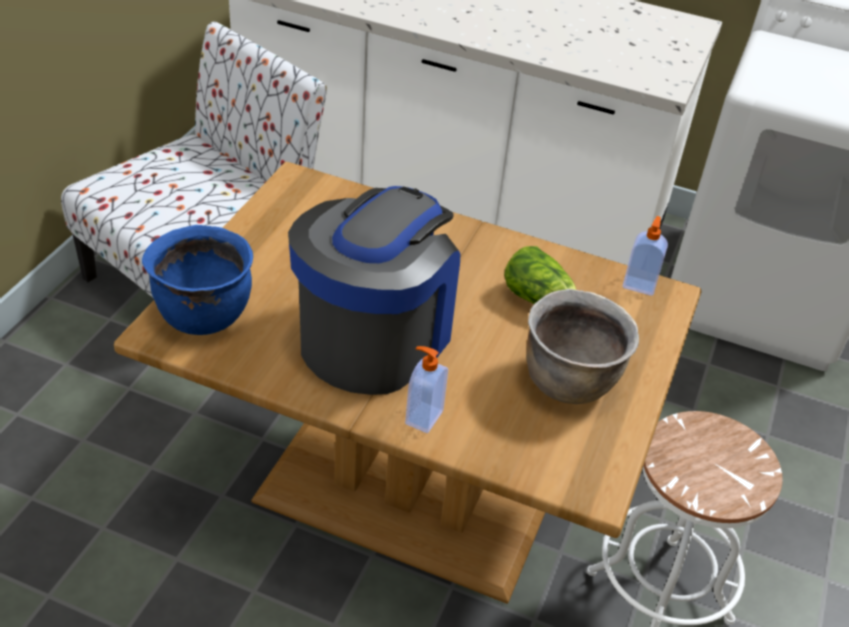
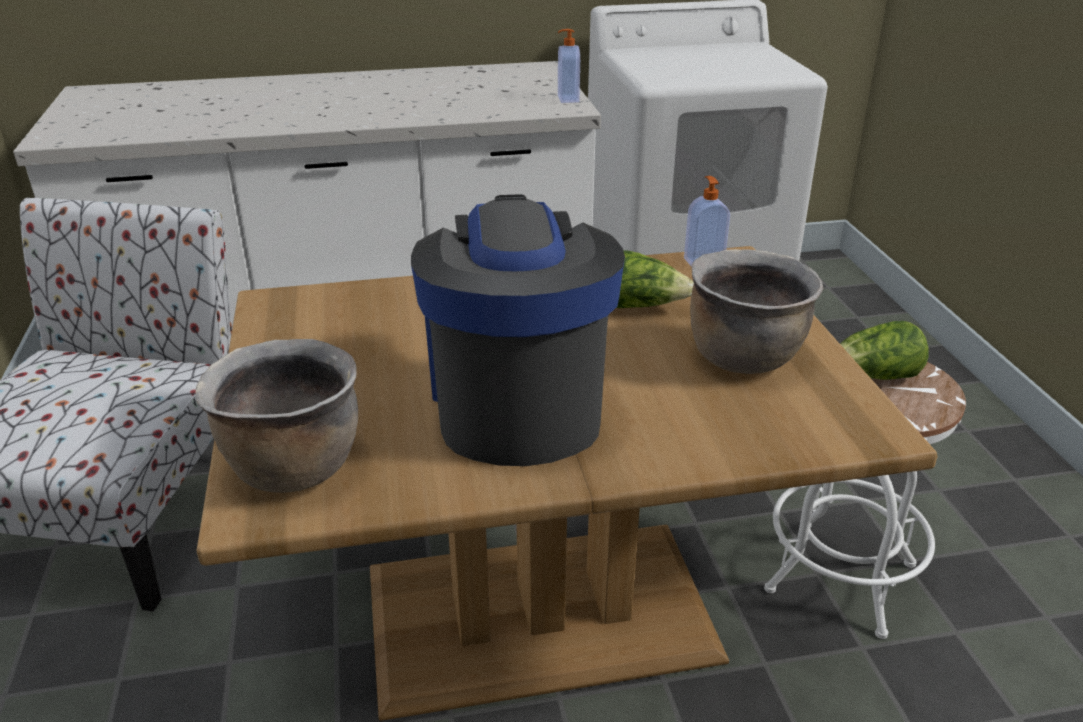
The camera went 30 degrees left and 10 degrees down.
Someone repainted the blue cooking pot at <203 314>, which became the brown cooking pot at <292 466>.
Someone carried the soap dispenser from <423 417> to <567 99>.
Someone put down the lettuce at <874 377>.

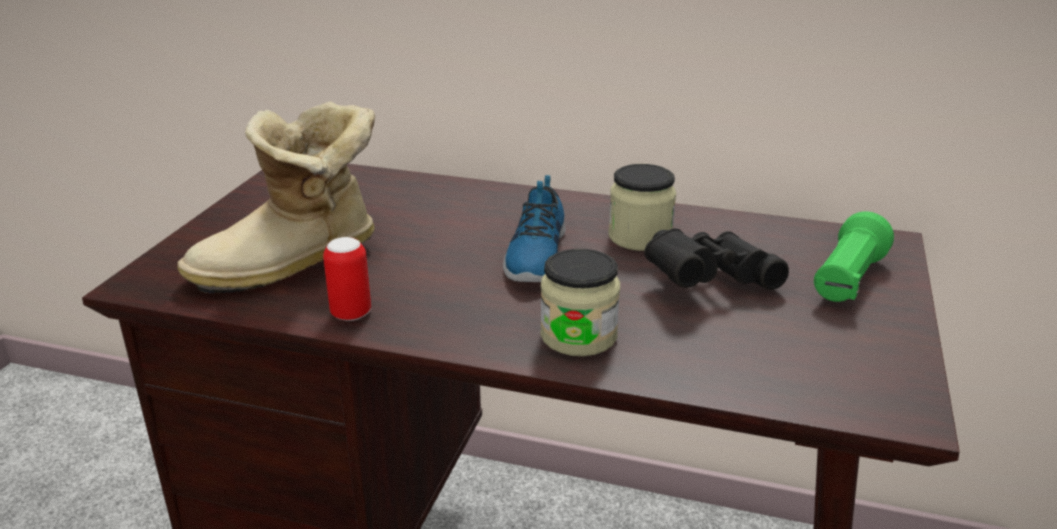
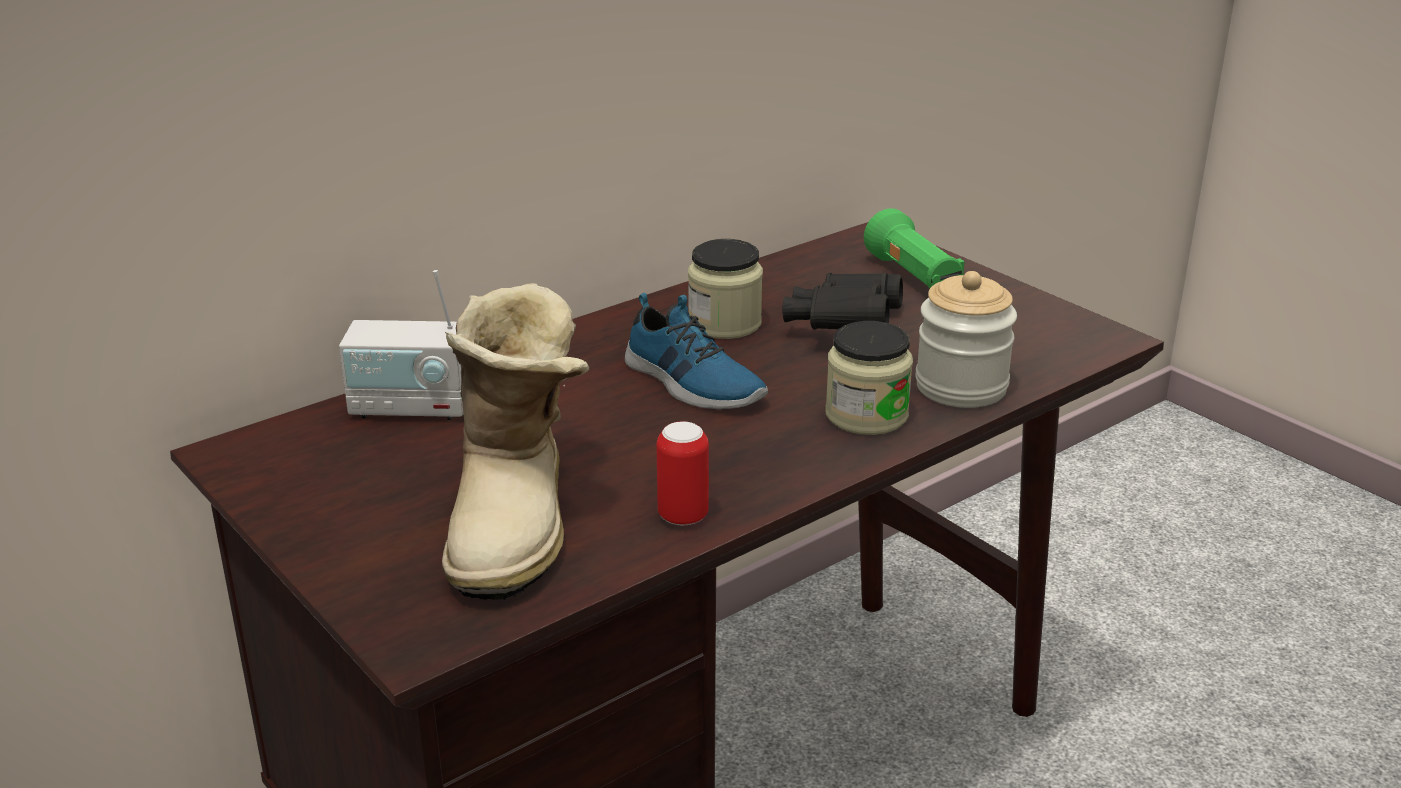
The camera went 55 degrees left and 0 degrees up.
Someone put down the radio at <412 408>.
Someone put down the jar at <961 387>.

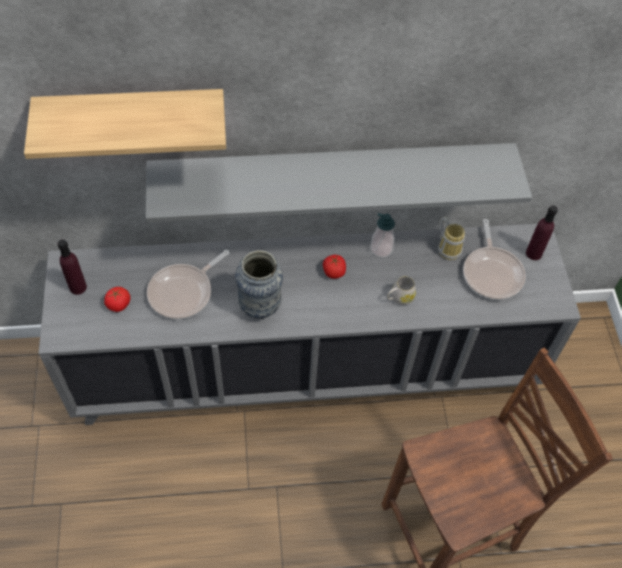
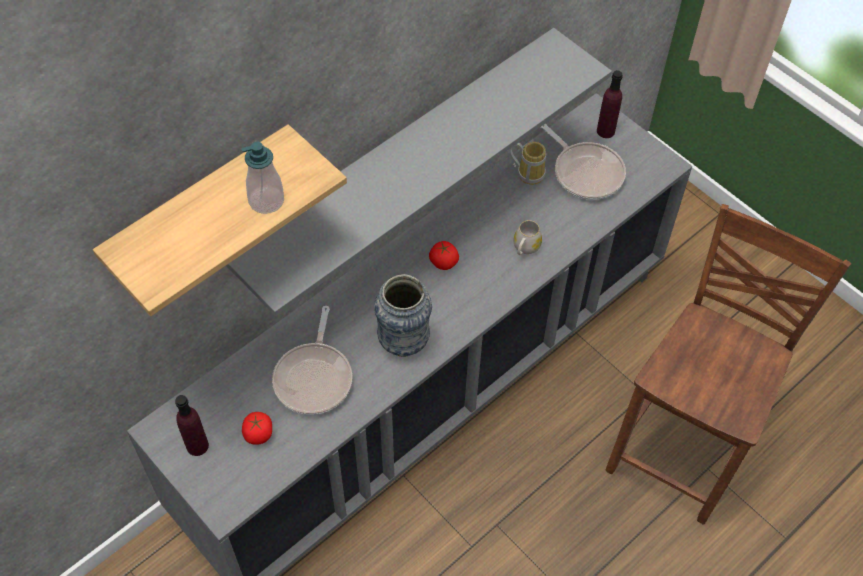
The camera went 35 degrees left and 0 degrees up.
Someone carried the soap dispenser from <381 249> to <266 201>.

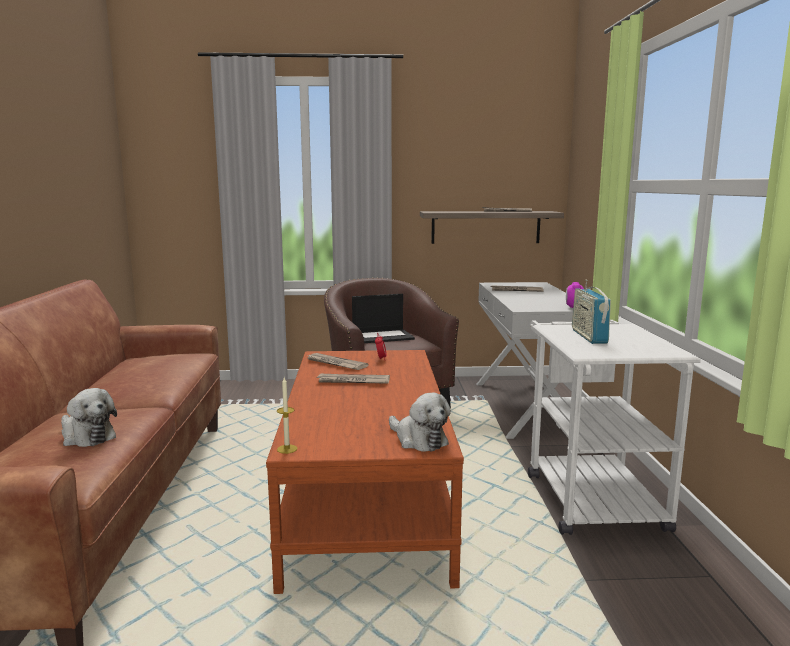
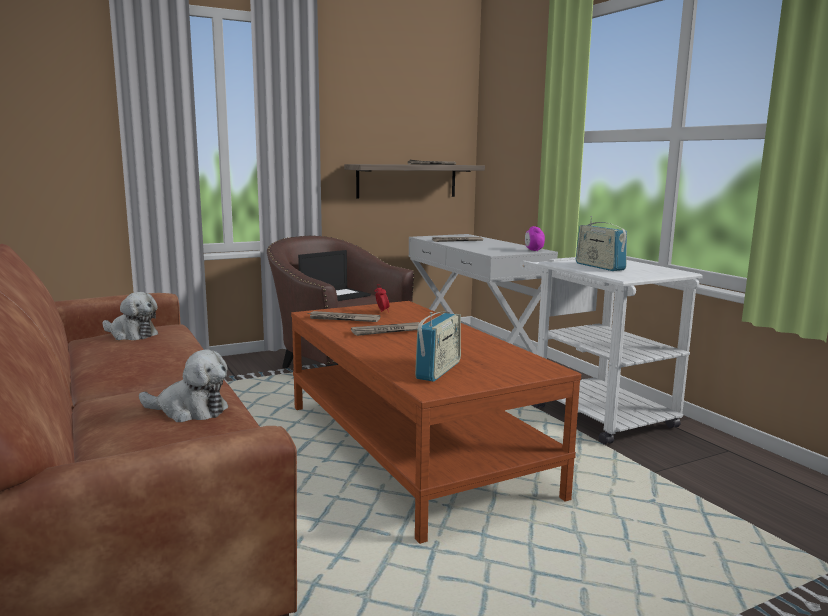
The camera went 25 degrees left and 0 degrees up.
Someone took away the candle at <287 449>.
Someone carried the plush toy from <418 440> to <131 335>.
Someone put down the radio at <438 370>.

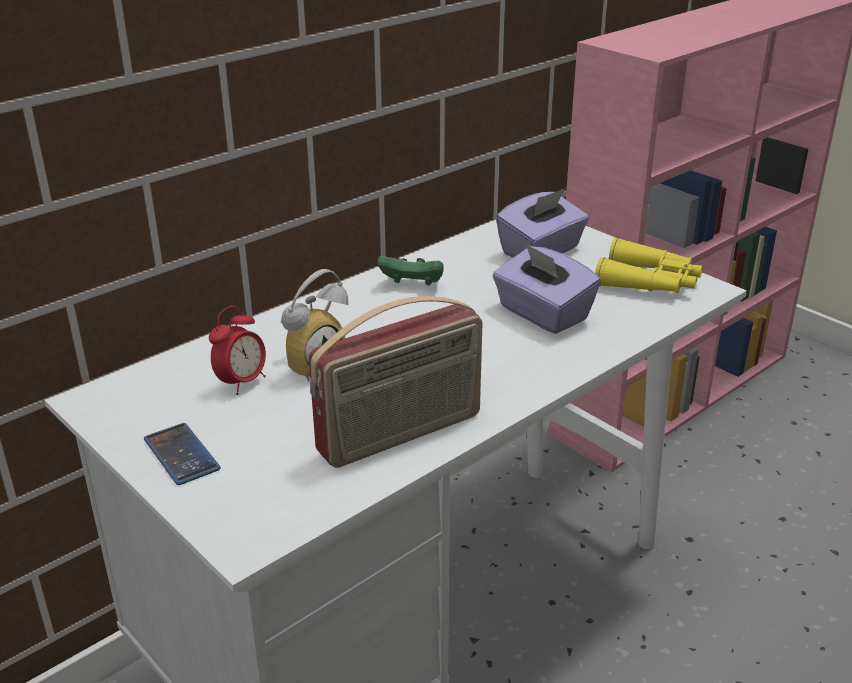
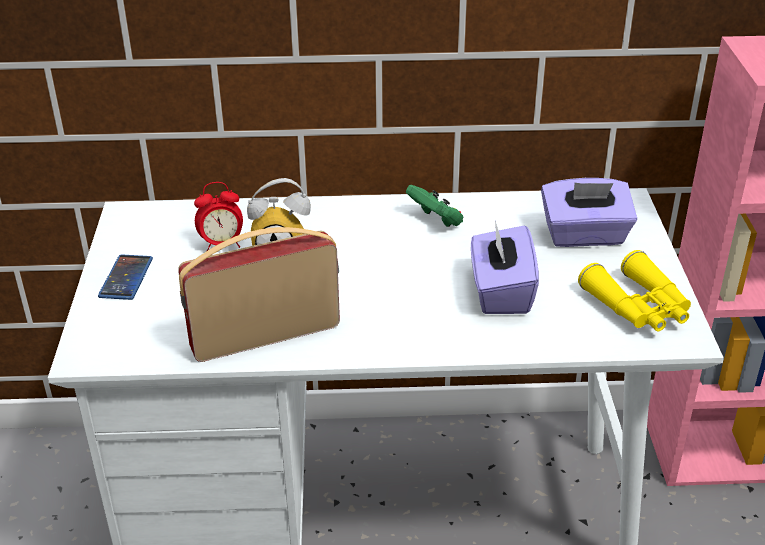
The camera went 40 degrees right and 5 degrees up.
Someone rotated the radio at <401 435> by 150 degrees clockwise.

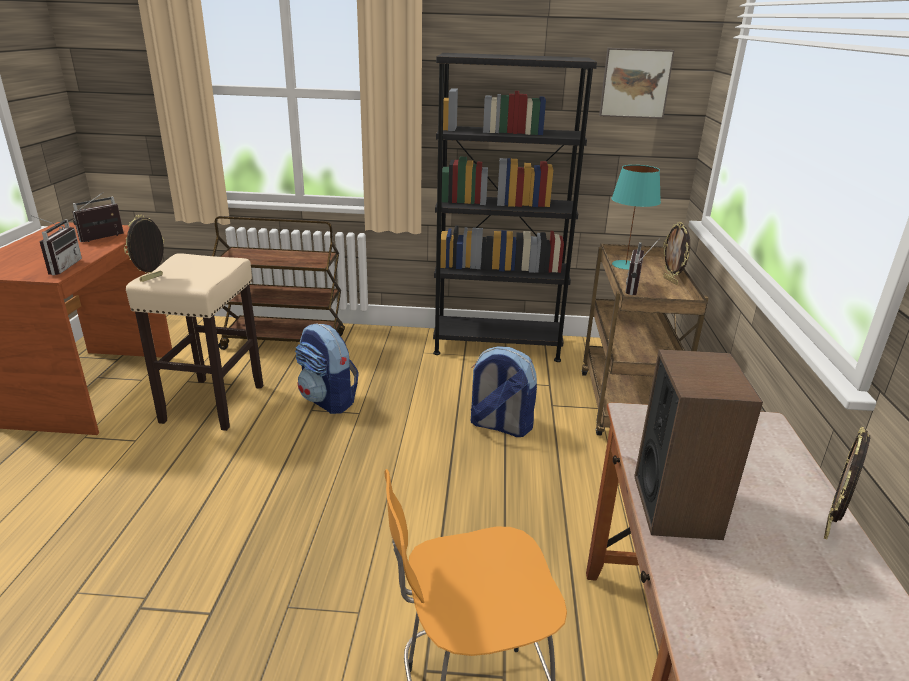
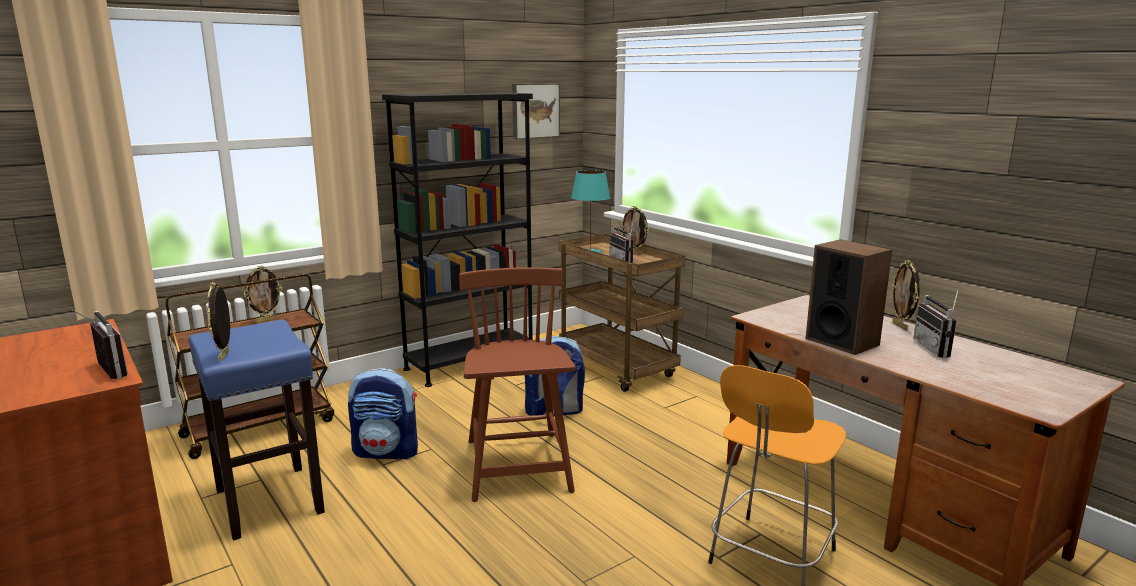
The camera went 40 degrees left and 10 degrees down.
Someone carried the radio from <103 239> to <938 349>.
Someone repainted the beige stool at <213 404>, which became the blue stool at <270 501>.
Someone put down the picture frame at <266 320>.
Someone put down the brown chair at <518 467>.

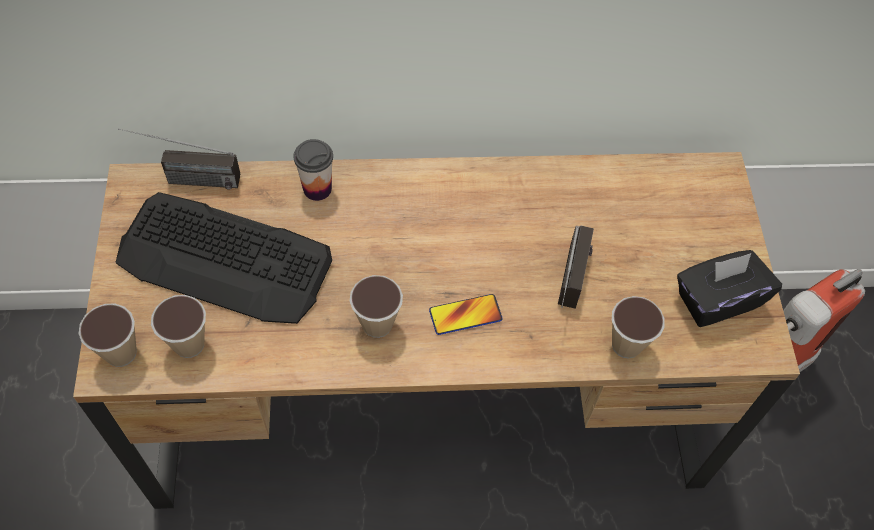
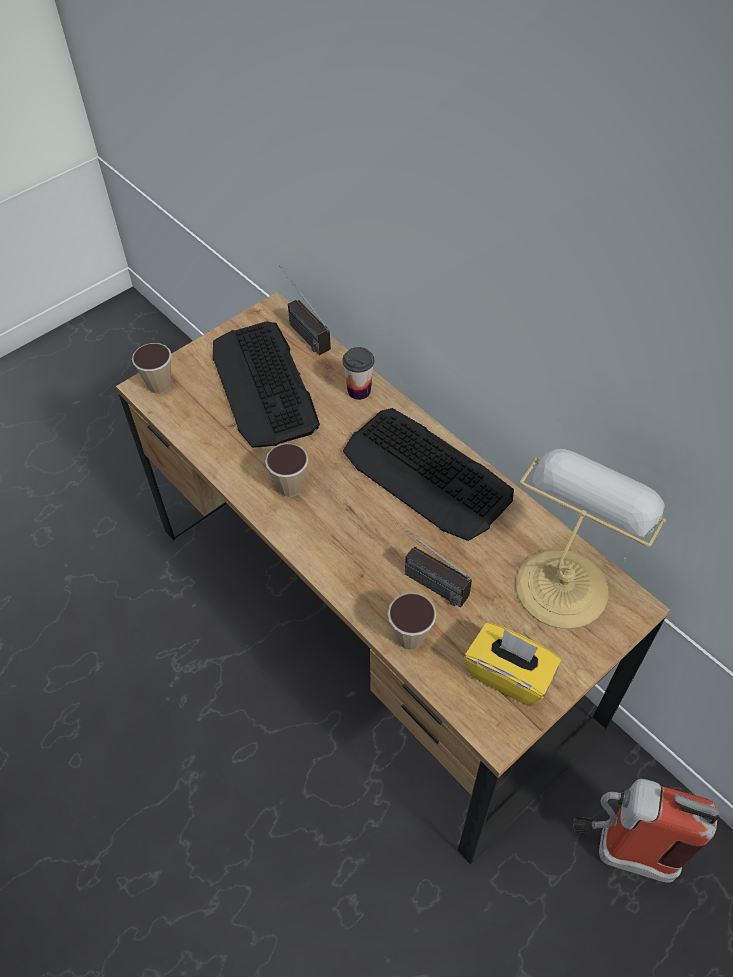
The camera went 55 degrees right and 5 degrees down.
Someone took away the cup at <189 344>.
Someone took away the phone at <465 315>.
Someone rotated the radio at <571 293> by 60 degrees clockwise.
Someone repainted the black tissue box at <717 300>, which became the yellow tissue box at <509 674>.
Someone put down the keyboard at <427 474>.
Someone put down the table lamp at <563 583>.

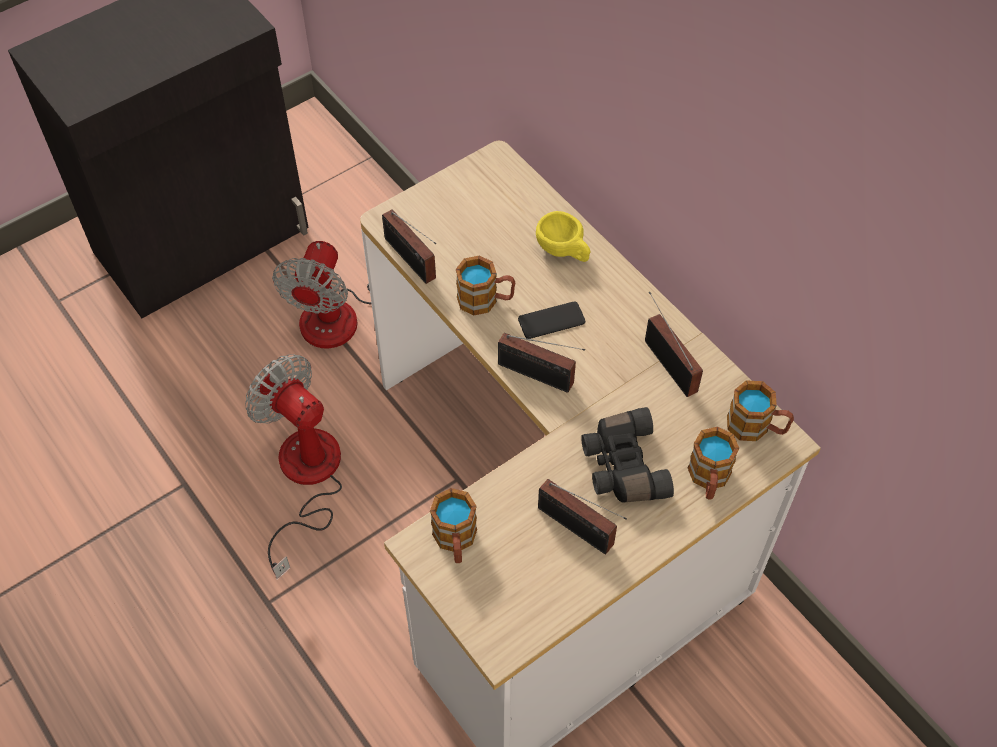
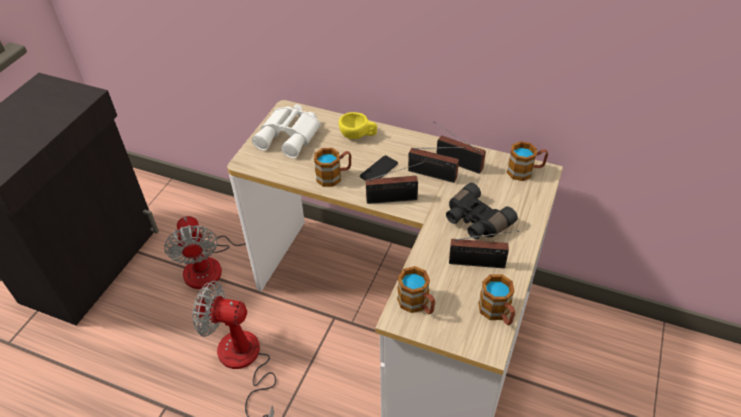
The camera went 30 degrees left and 10 degrees down.
Someone carried the radio from <411 261> to <435 175>.
Someone carried the mug from <709 479> to <497 313>.
Someone put down the white binoculars at <290 136>.

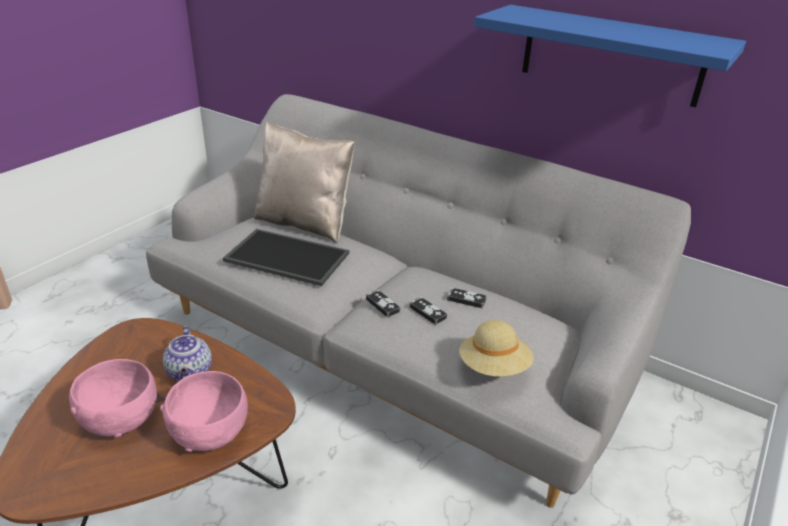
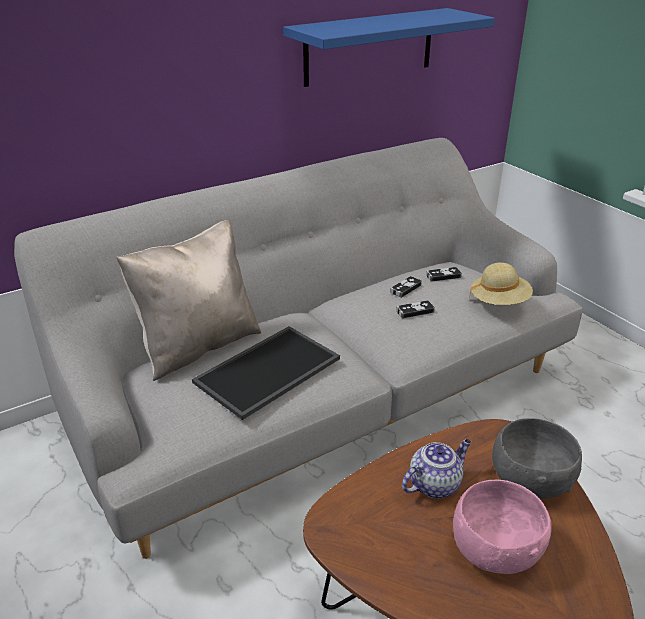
The camera went 65 degrees left and 0 degrees up.
Someone repainted the pink bowl at <210 431>, which became the grey bowl at <529 480>.
Someone rotated the teapot at <190 373> by 45 degrees counterclockwise.
Someone carried the game controller from <382 305> to <443 276>.

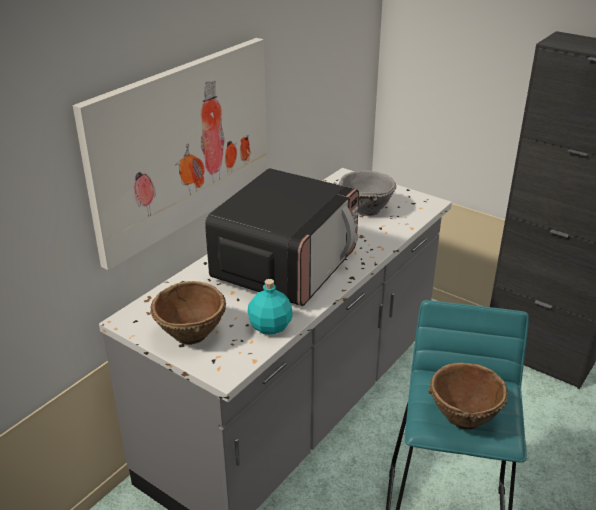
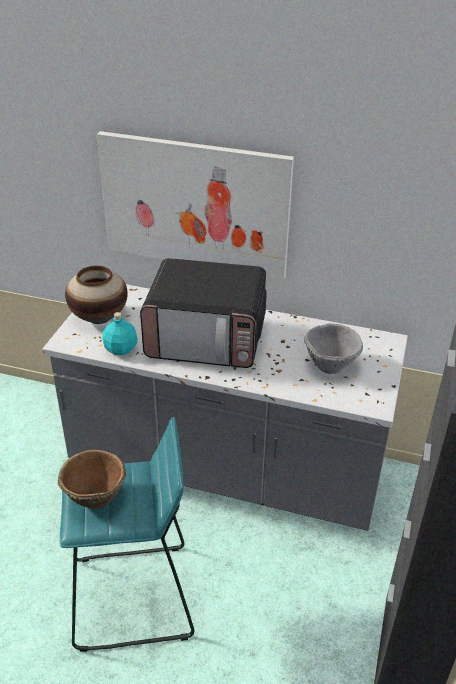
The camera went 70 degrees right and 5 degrees up.
Someone swapped the brown bowl at <191 334> for the vase at <99 317>.

